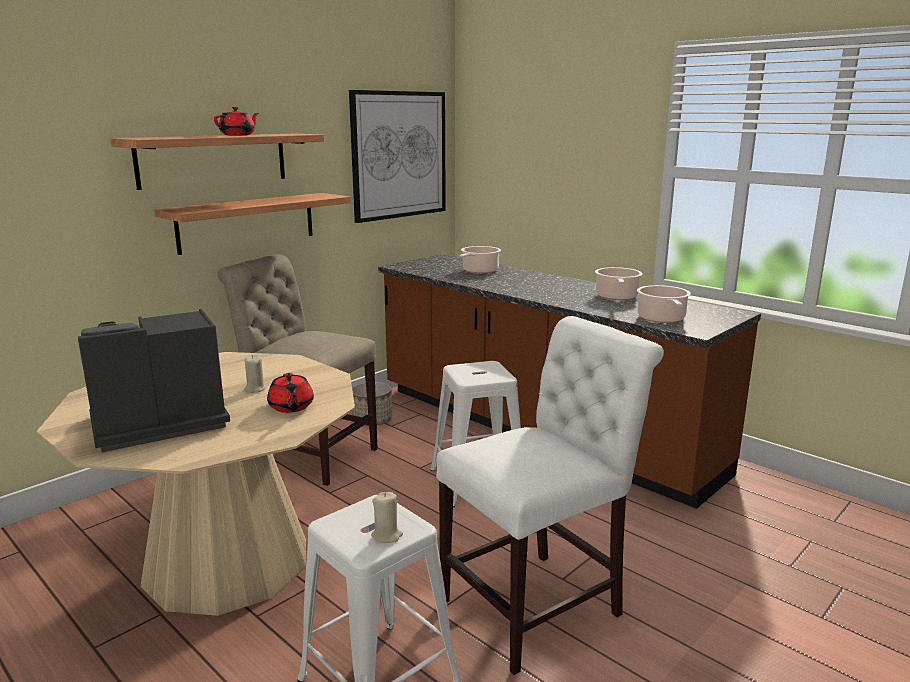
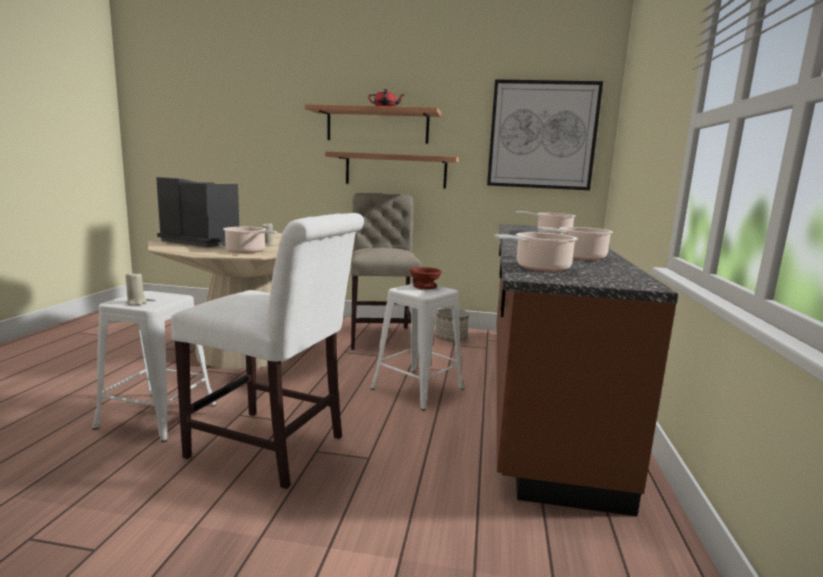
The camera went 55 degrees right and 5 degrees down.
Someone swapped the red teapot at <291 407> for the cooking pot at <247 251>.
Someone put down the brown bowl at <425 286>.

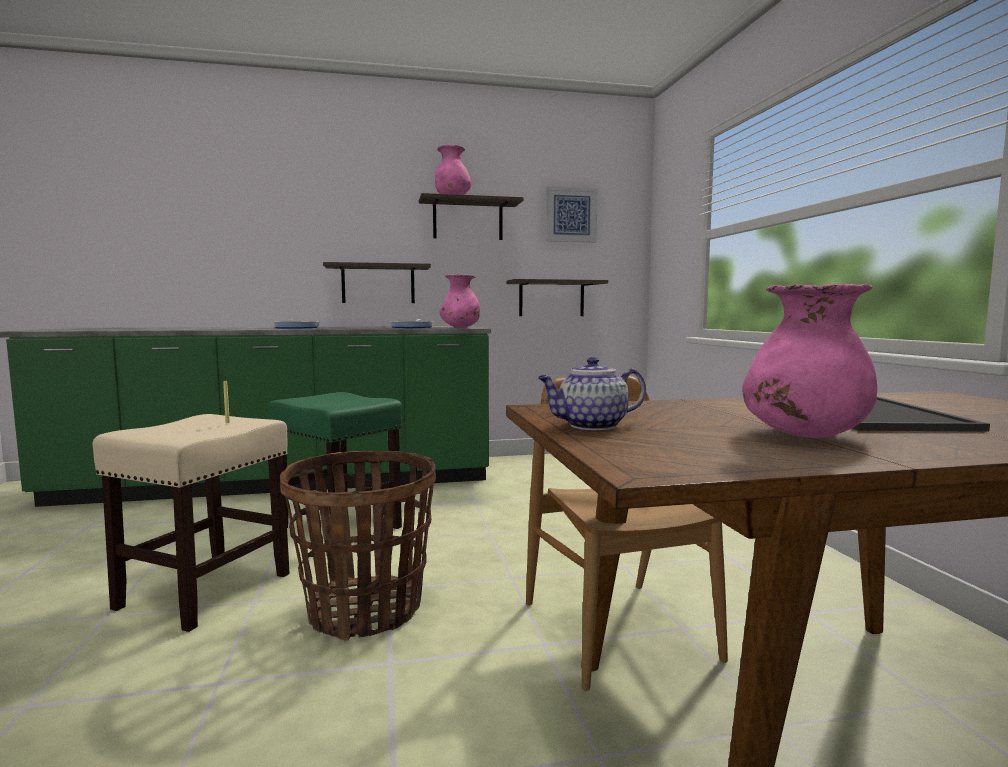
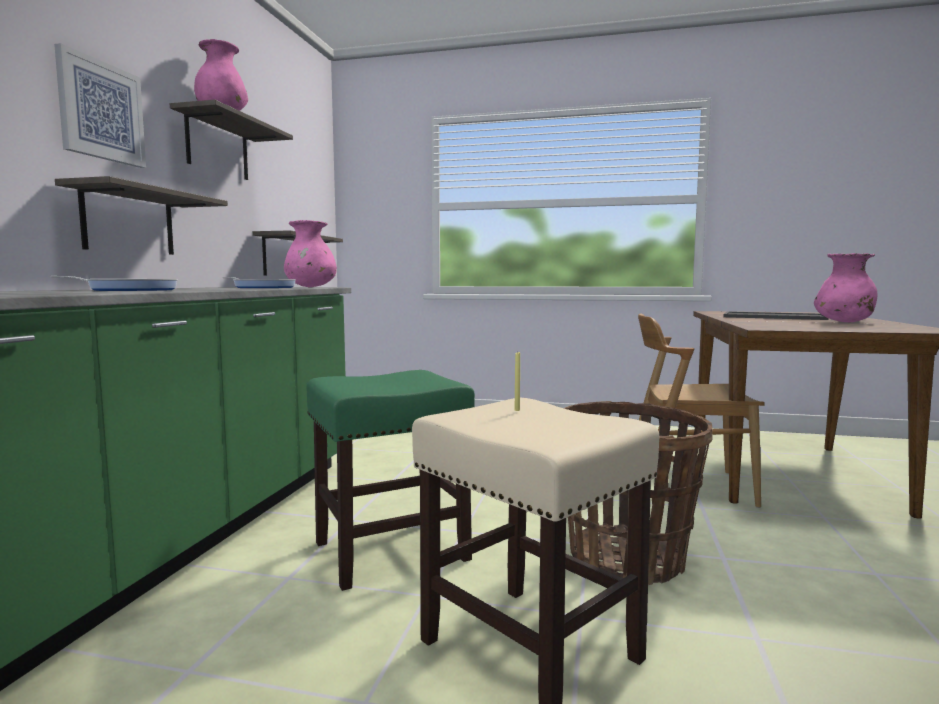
The camera went 65 degrees left and 0 degrees up.
Someone took away the teapot at <591 426>.
Someone carried the picture from <570 215> to <101 111>.

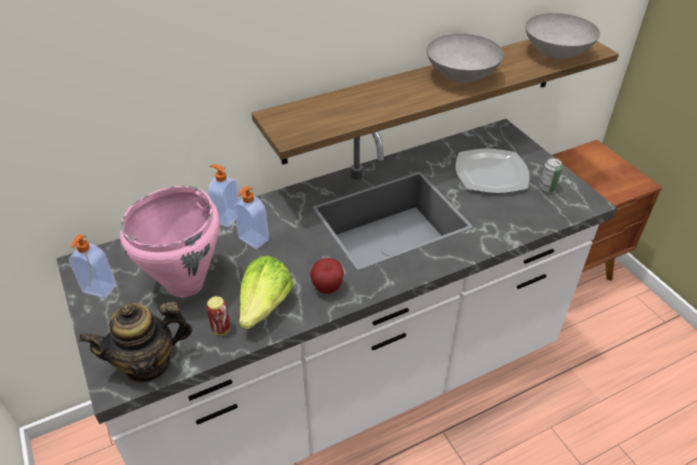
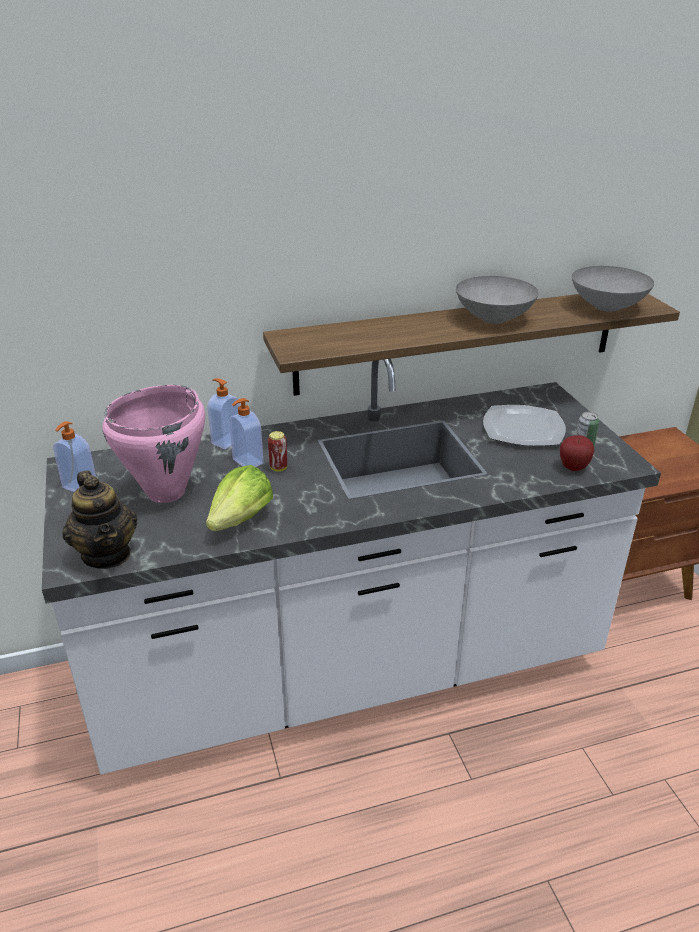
The camera went 10 degrees right and 10 degrees down.
Someone rotated the teapot at <148 364> by 105 degrees counterclockwise.
Someone carried the can from <221 329> to <278 468>.
Someone carried the apple from <327 288> to <573 468>.

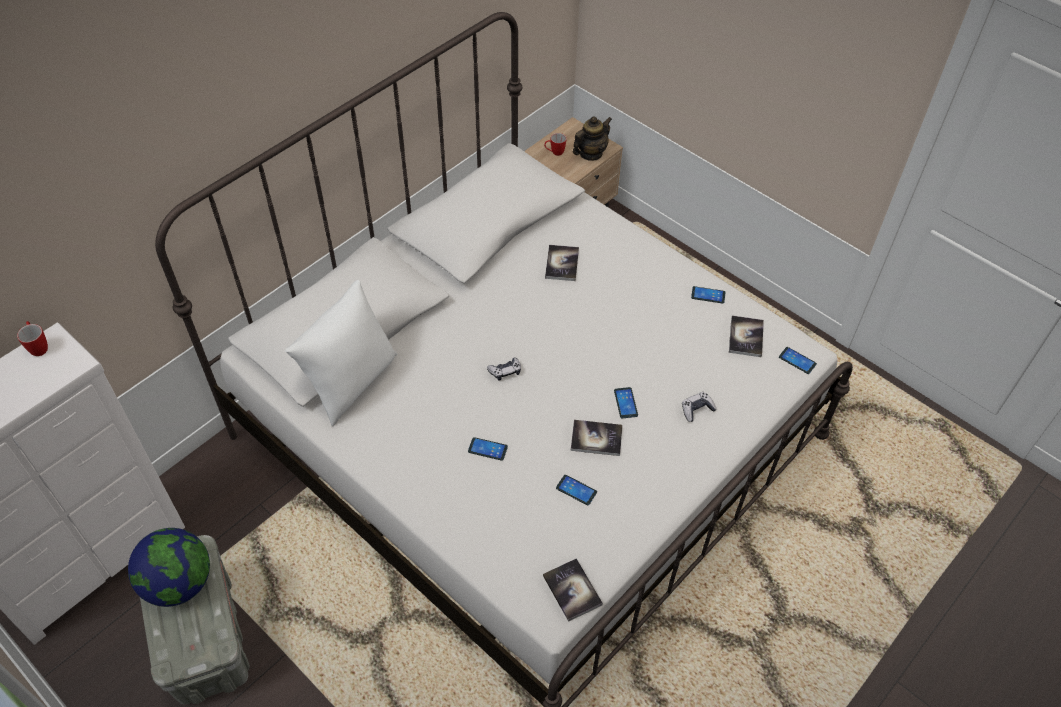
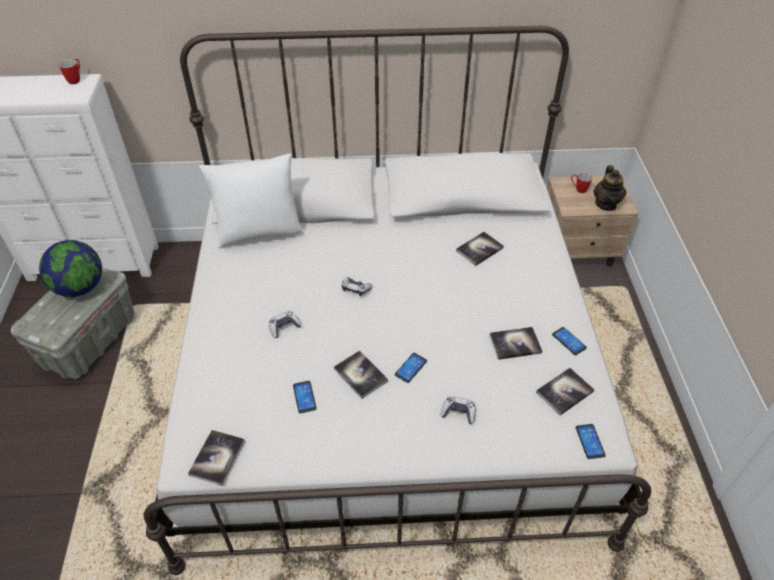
The camera went 45 degrees right and 5 degrees down.
Someone swapped the phone at <487 449> for the game controller at <284 327>.
Someone rotated the teapot at <590 153> by 90 degrees clockwise.
Someone put down the book at <515 344>.

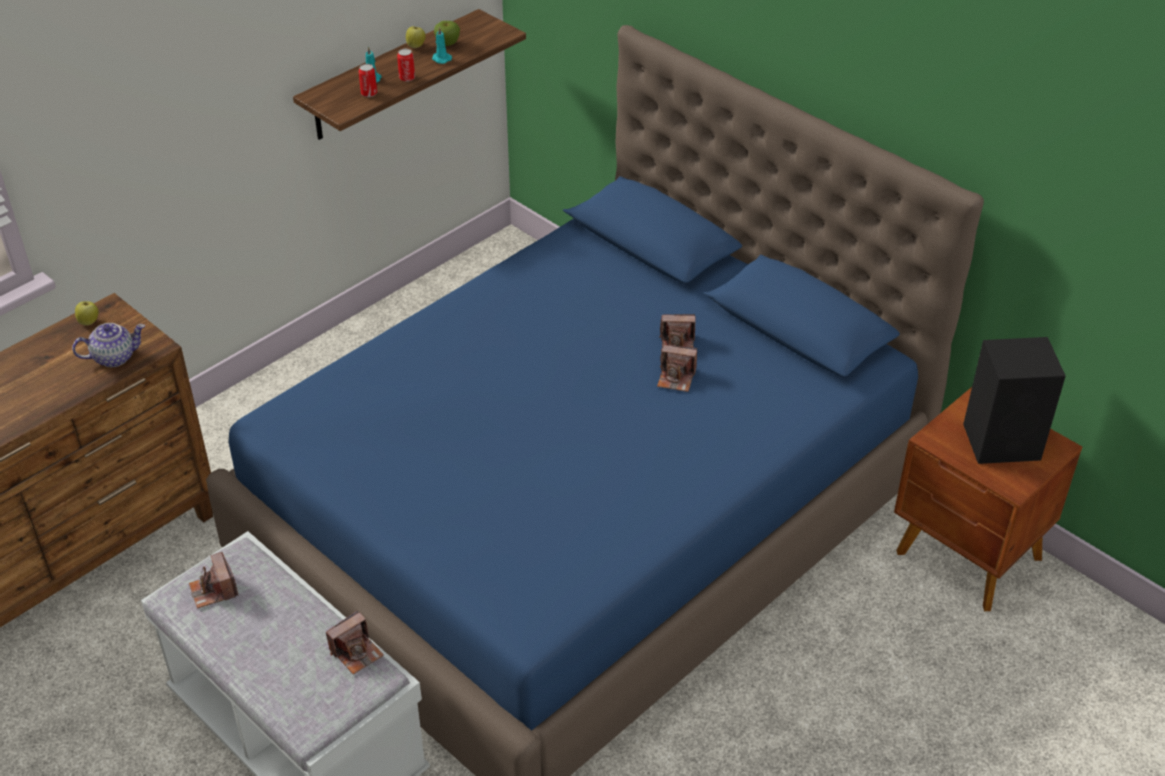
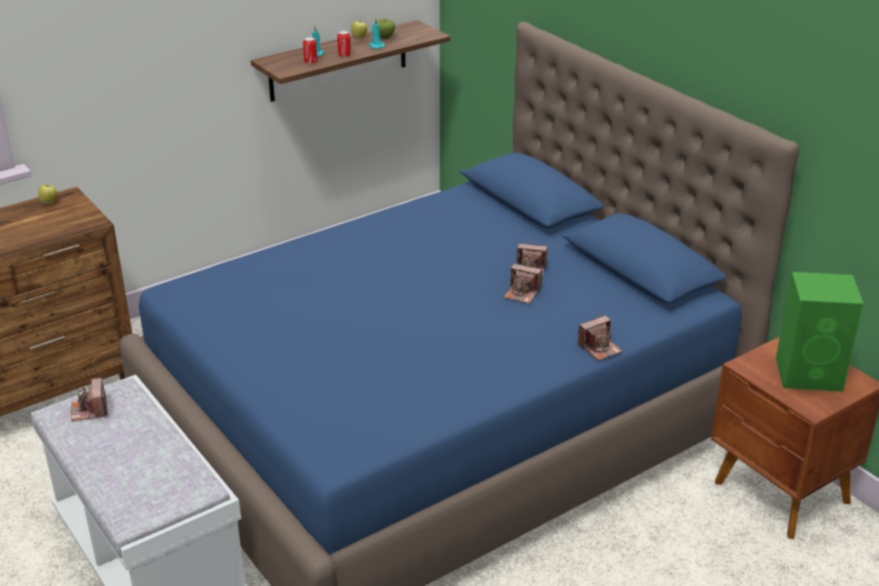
The camera went 10 degrees right and 10 degrees down.
Someone took away the teapot at <114 357>.
Someone carried the photo camera from <356 652> to <599 348>.
Someone repainted the black speaker at <1003 442>, which became the green speaker at <810 374>.

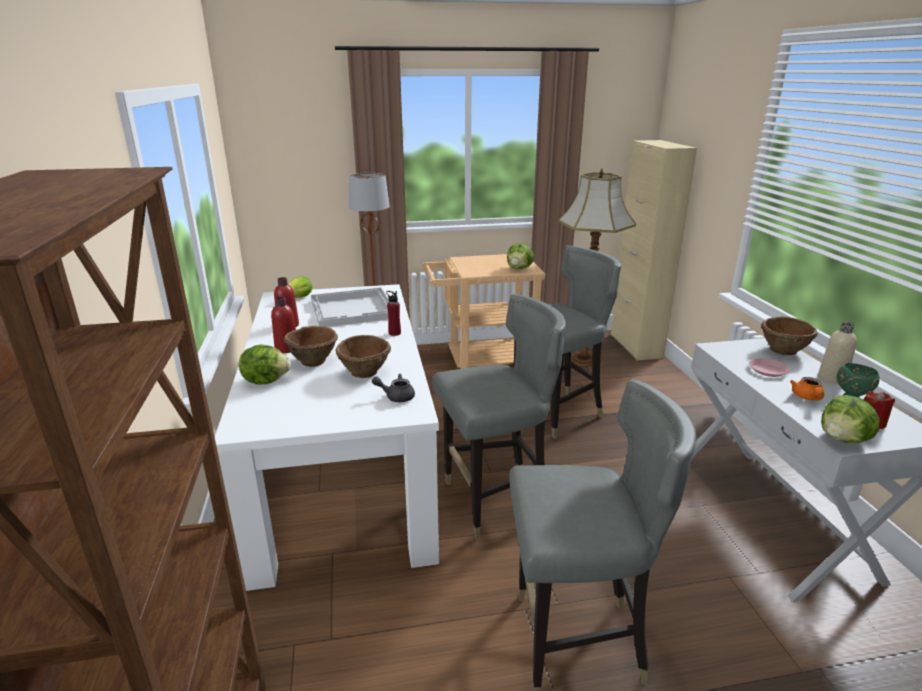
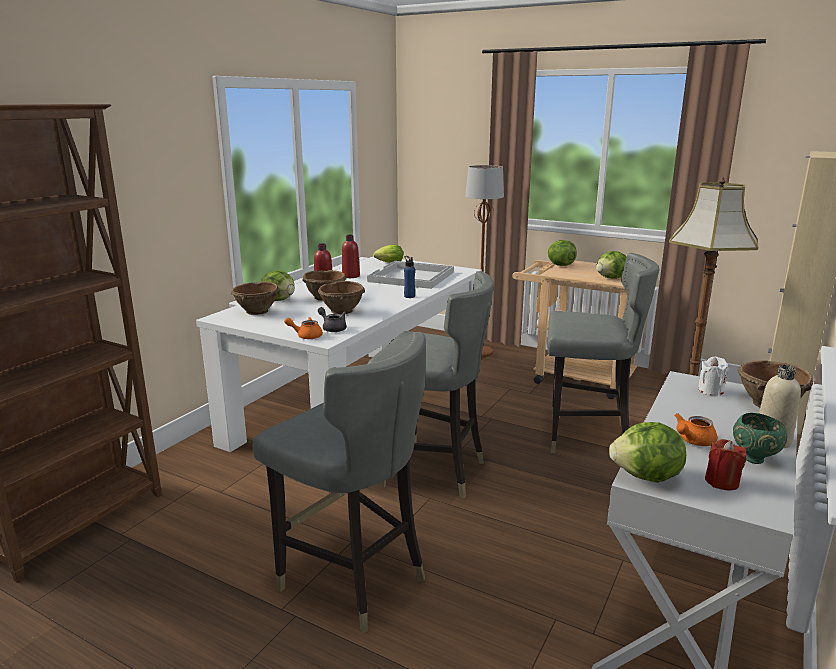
The camera went 40 degrees right and 5 degrees down.
Someone repainted the red bottle at <394 333>, which became the blue bottle at <409 296>.
Someone took away the pink plate at <767 370>.
Someone put down the brown bowl at <257 312>.
Someone put down the orange teapot at <306 336>.
Someone put down the lettuce at <560 265>.
Someone put down the white candle at <710 391>.

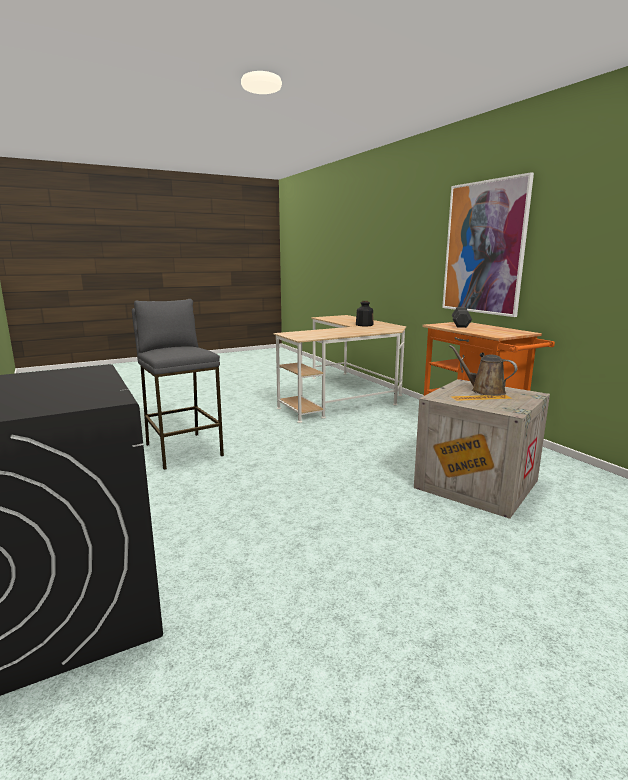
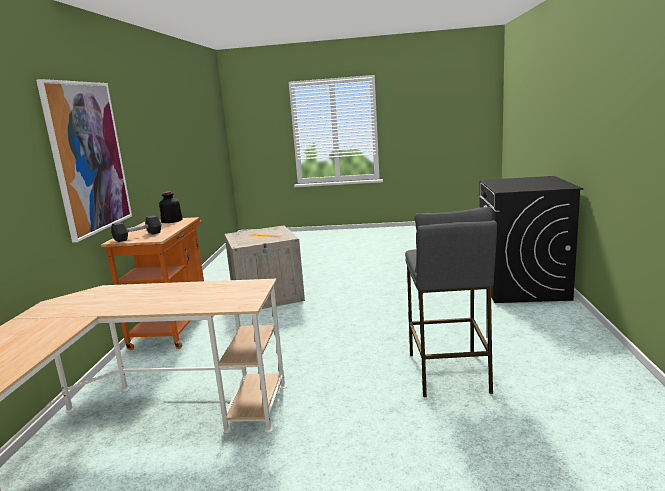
The camera went 145 degrees left and 0 degrees up.
Someone carried the bottle from <364 325> to <172 221>.
Someone took away the brown watering can at <484 391>.

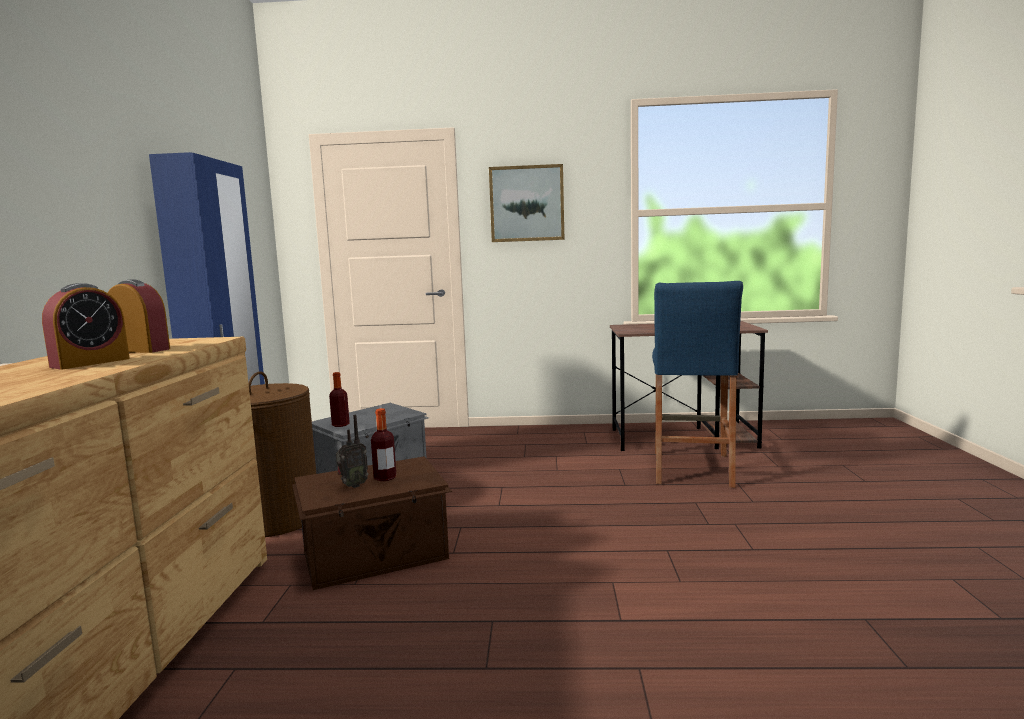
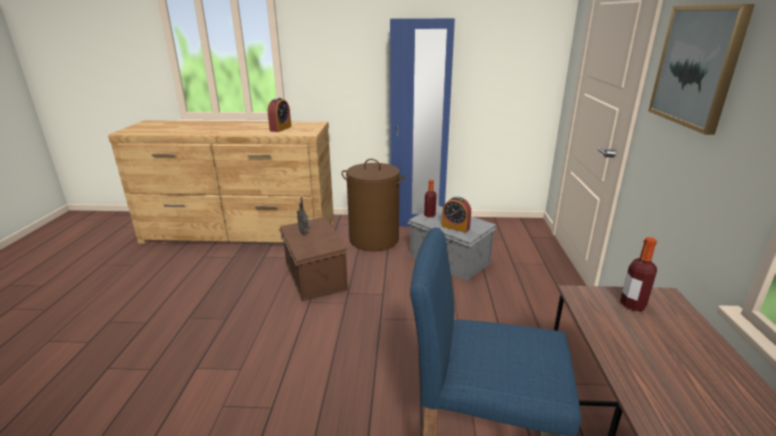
The camera went 90 degrees right and 15 degrees up.
Someone carried the alarm clock from <90 363> to <455 227>.
Someone carried the bottle from <385 478> to <632 305>.

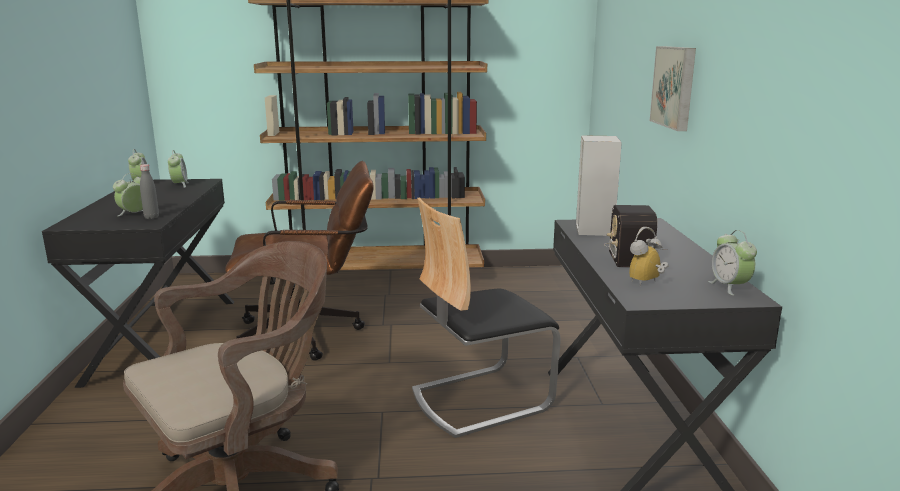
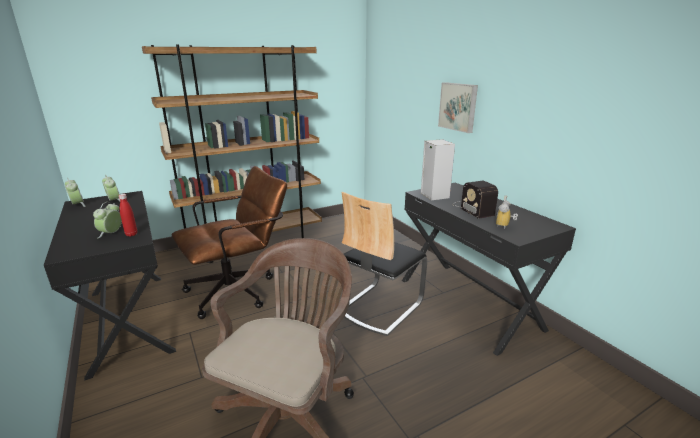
The camera went 25 degrees left and 5 degrees up.
Someone repainted the grey bottle at <151 217>, which became the red bottle at <131 234>.
Someone took away the alarm clock at <729 287>.

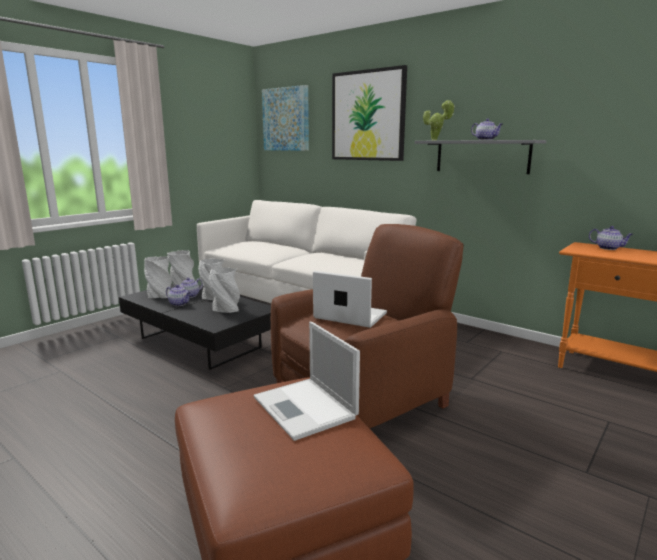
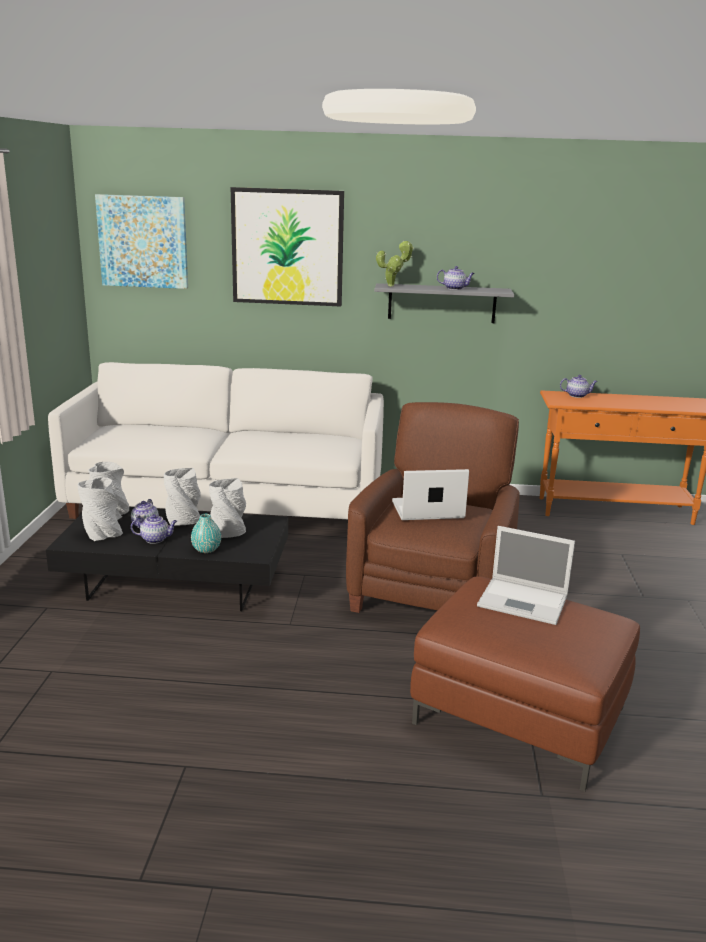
The camera went 35 degrees left and 5 degrees up.
Someone put down the turquoise vase at <206 549>.

